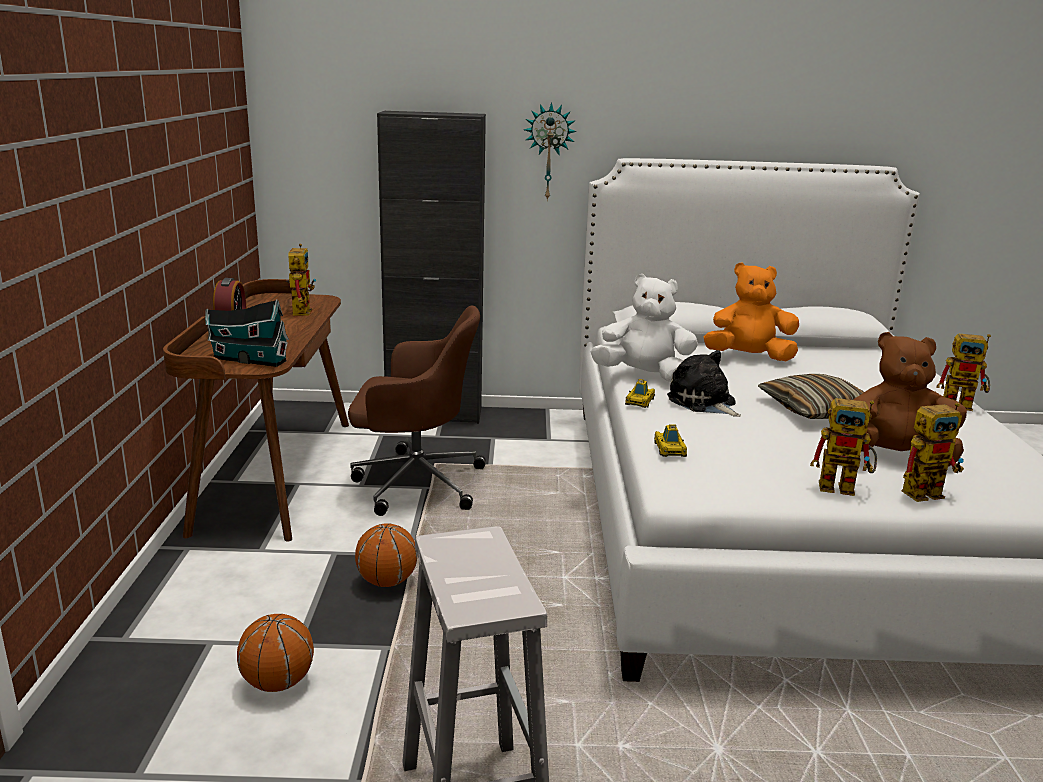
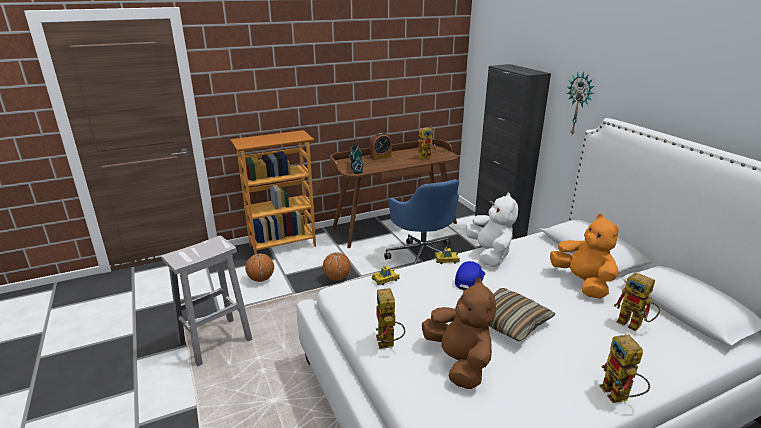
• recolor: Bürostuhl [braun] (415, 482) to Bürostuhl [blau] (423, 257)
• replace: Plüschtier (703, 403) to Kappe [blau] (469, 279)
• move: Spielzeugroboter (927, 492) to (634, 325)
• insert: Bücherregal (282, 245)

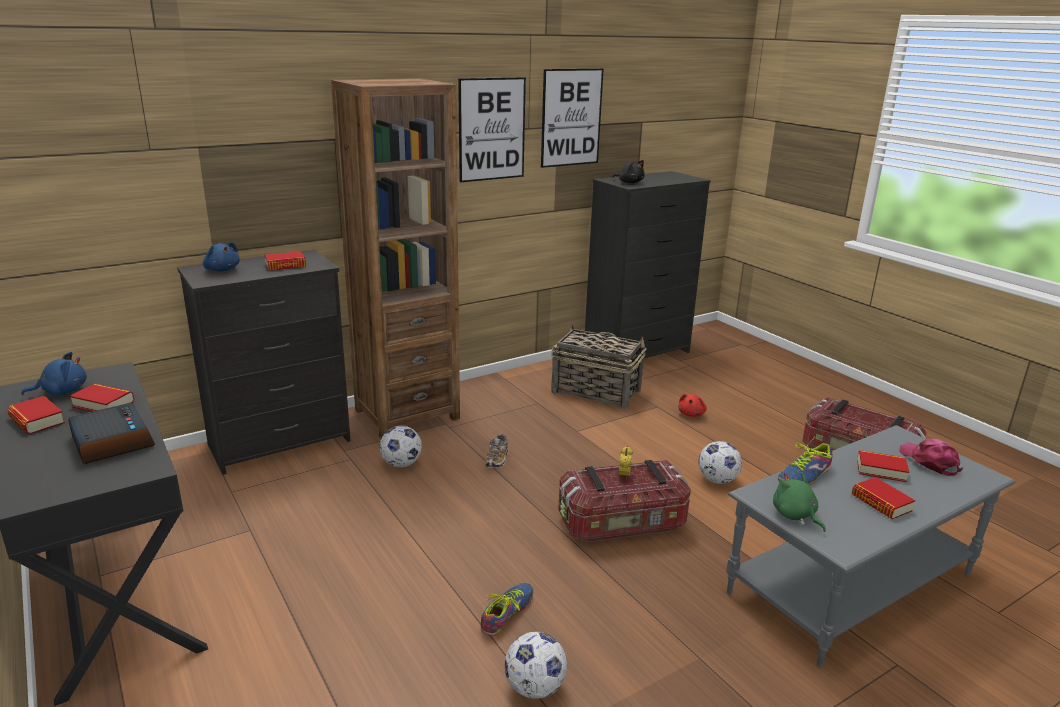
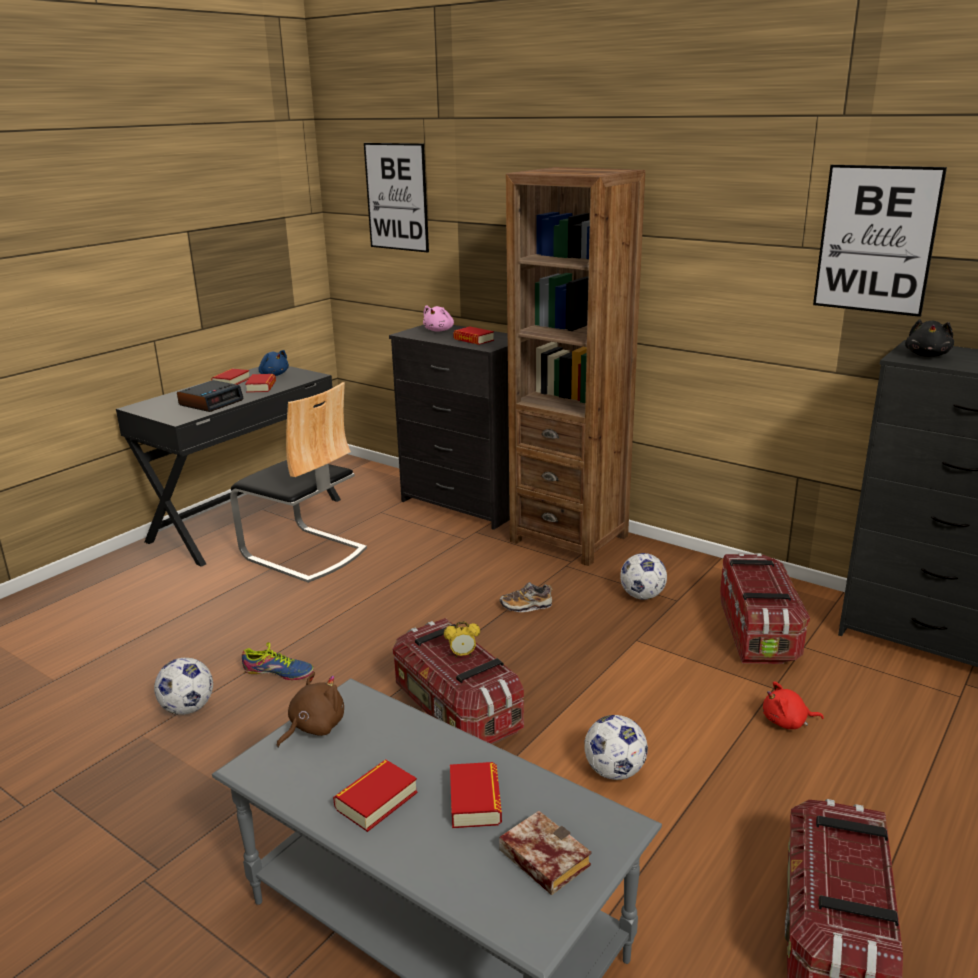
• recolor: Plüschtier [blau] (222, 270) to Plüschtier [rosa] (439, 330)
• move: Fußball (401, 464) to (642, 596)
• move: Bild (492, 129) to (397, 197)
• replace: Korb (595, 391) to Aufbewahrungsbox (757, 631)
• recolor: Plüschtier [grün] (795, 515) to Plüschtier [braun] (314, 727)
• delete: Schuh (805, 475)
• replace: Kappe [rosa] (929, 461) to Buch (540, 858)
• insert: Stuhl (304, 553)

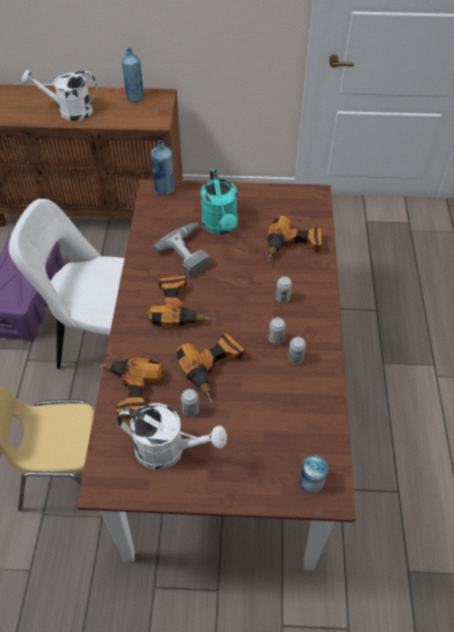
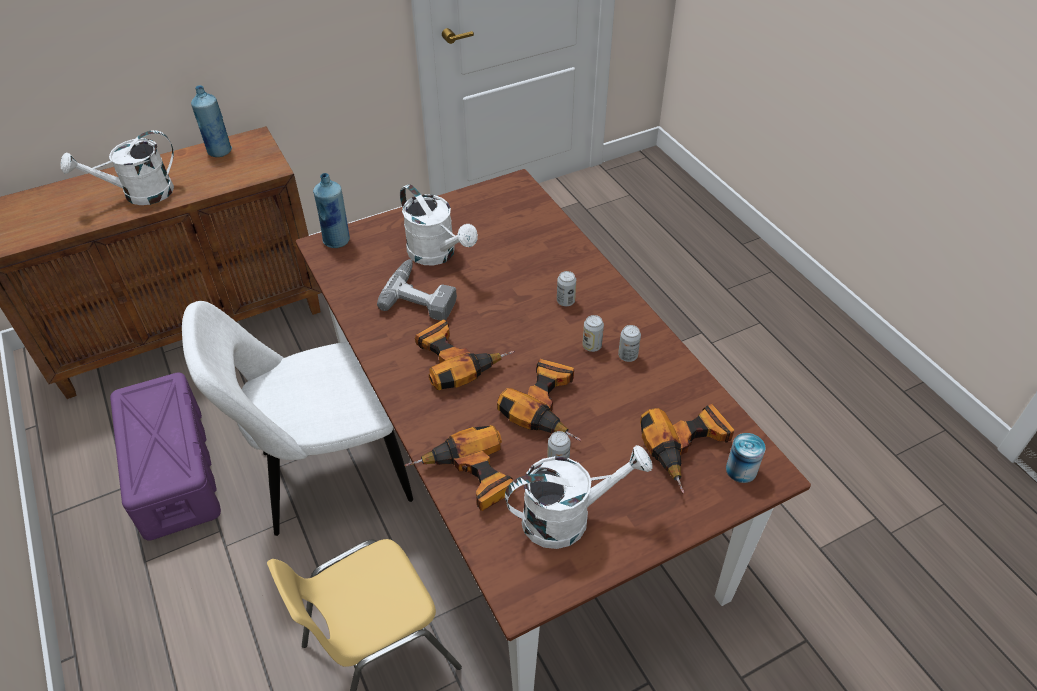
• recolor: Gießkanne [türkis] (221, 226) to Gießkanne [weiß] (437, 254)
• move: Bohrmaschine (293, 247) to (688, 449)

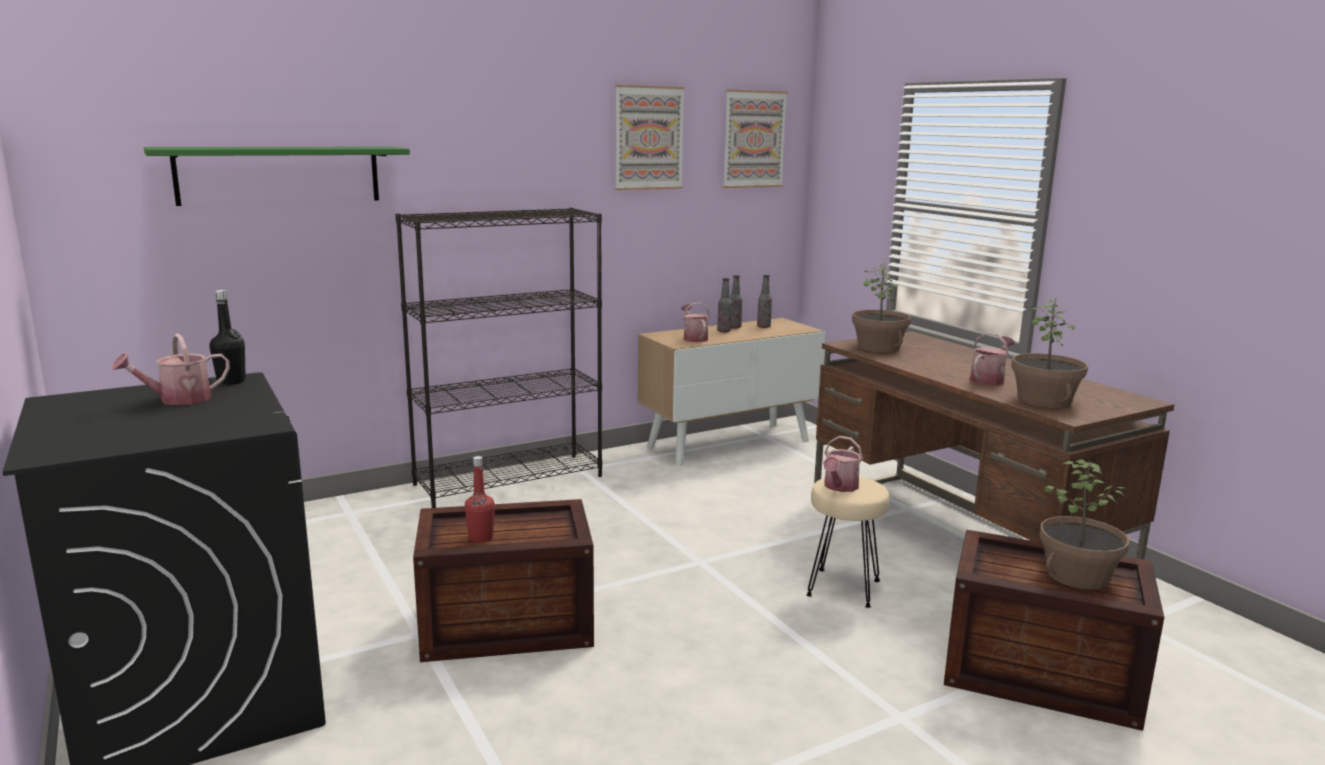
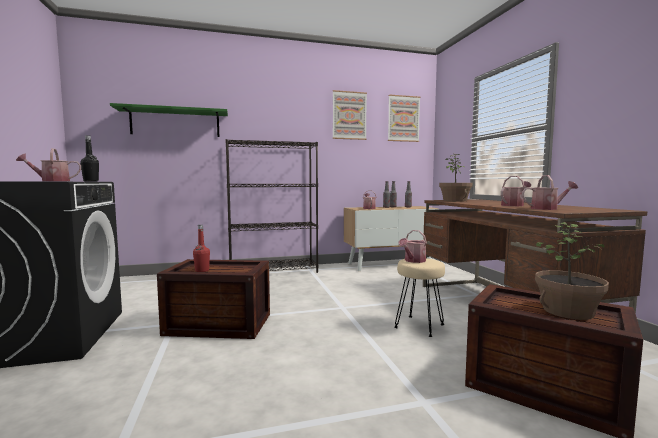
• replace: Topfpflanze (1045, 400) to Gießkanne (547, 209)

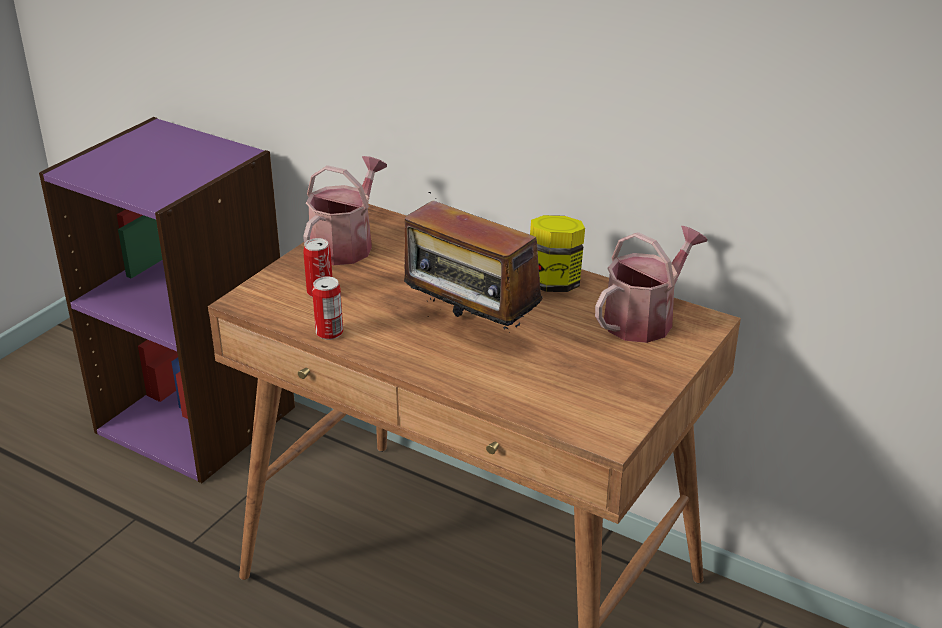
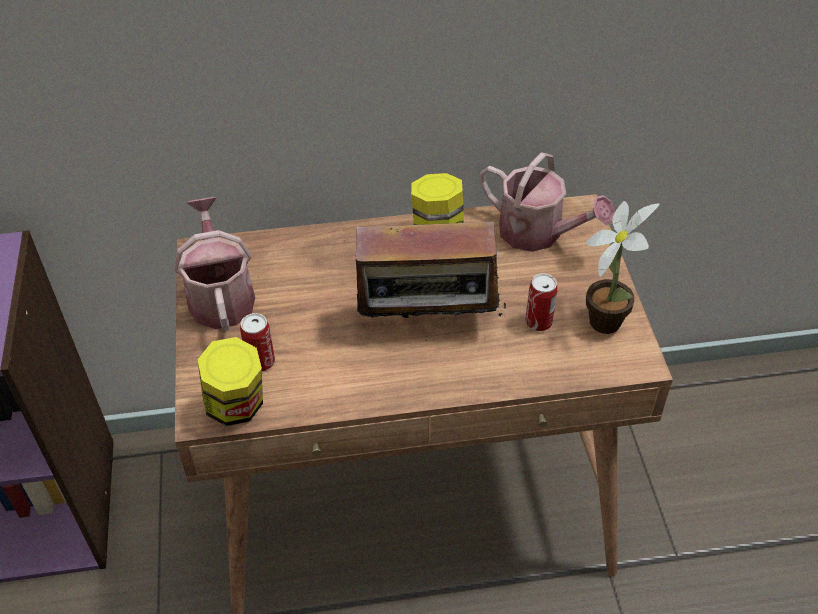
• move: Dose (329, 333) to (538, 322)
• rotate: Gießkanne (645, 319) = (538, 234) 120 degrees clockwise
• insert: Vorratsglas (236, 406)
• insert: Topfpflanze (606, 318)

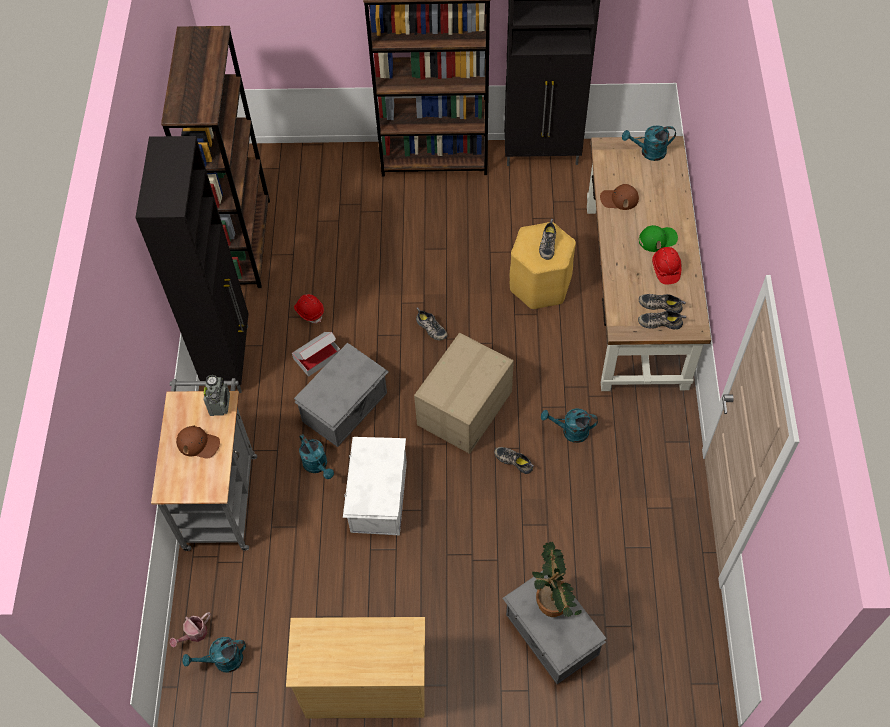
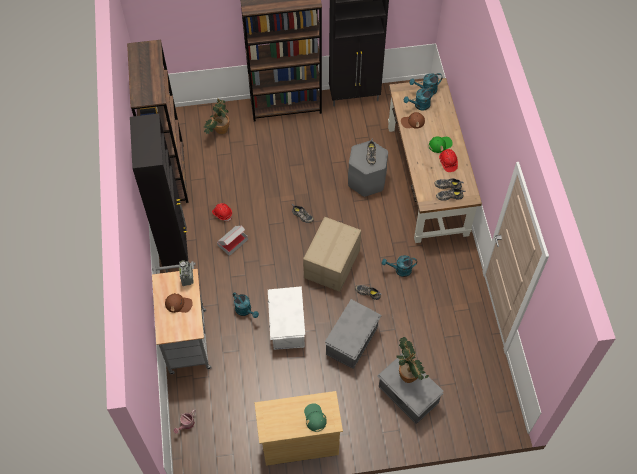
• move: Gießkanne [türkis] (222, 661) to (419, 105)
• move: Aufbewahrungsbox [grau] (346, 407) to (352, 341)
• recolor: Hocker [gelb] (540, 284) to Hocker [grau] (366, 180)
• insert: Topfpflanze (219, 131)
• insert: Kappe [grün] (314, 417)

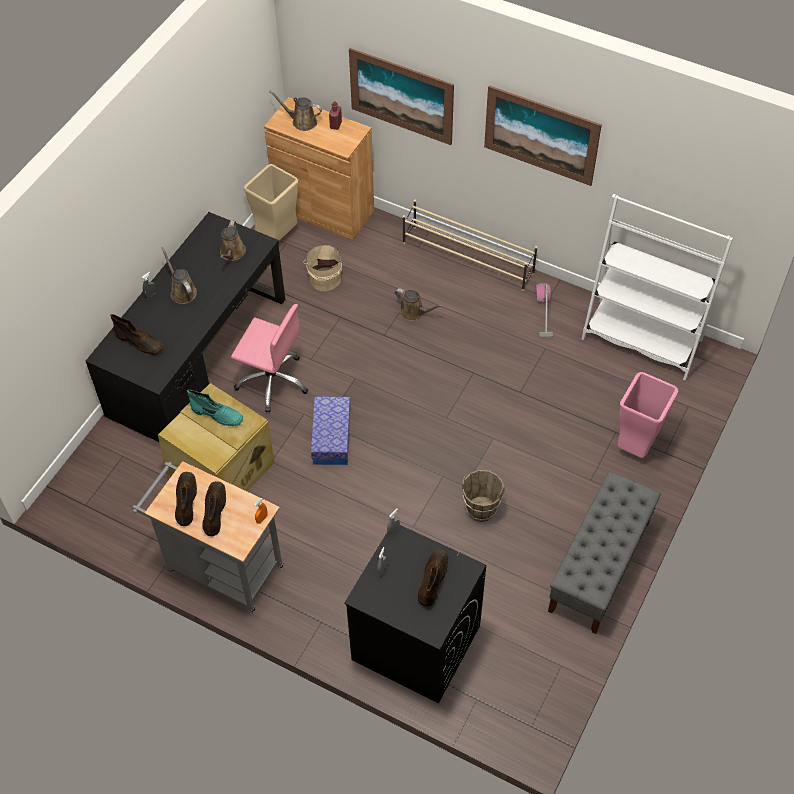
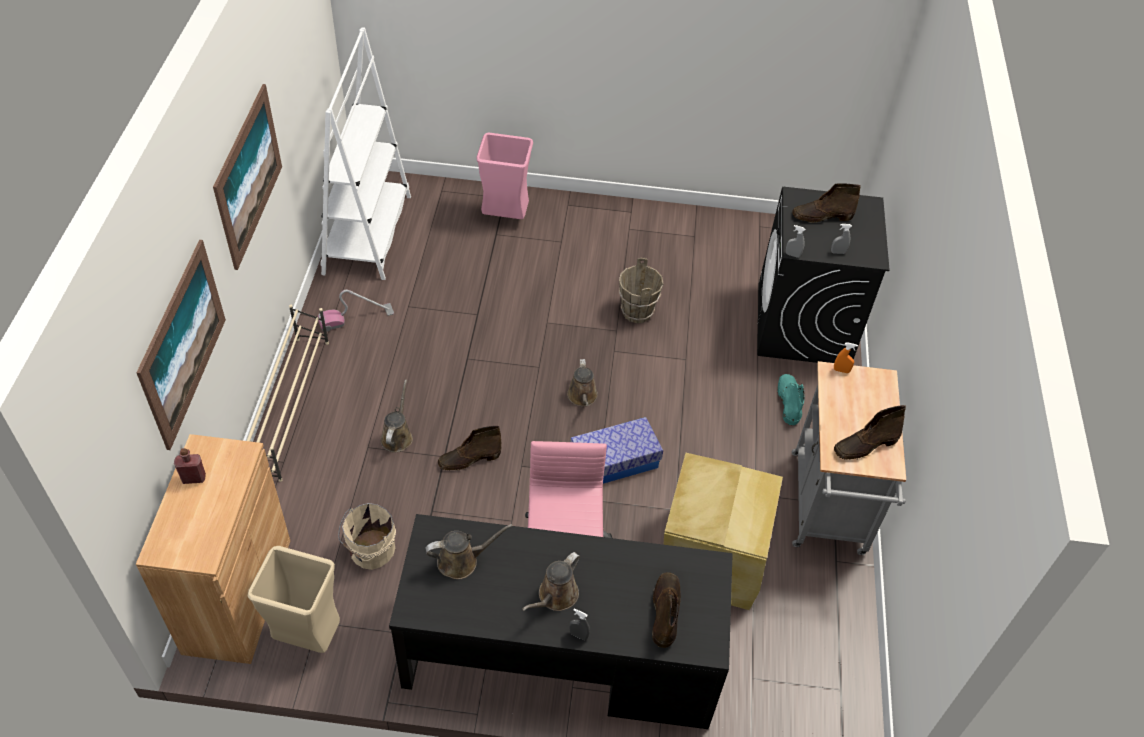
• move: Stiefel [türkis] (218, 415) to (788, 401)
• move: Stiefel [braun] (214, 510) to (469, 459)
• move: Gießkanne [braun] (302, 121) to (582, 397)
• delete: Bank [grau] (599, 567)

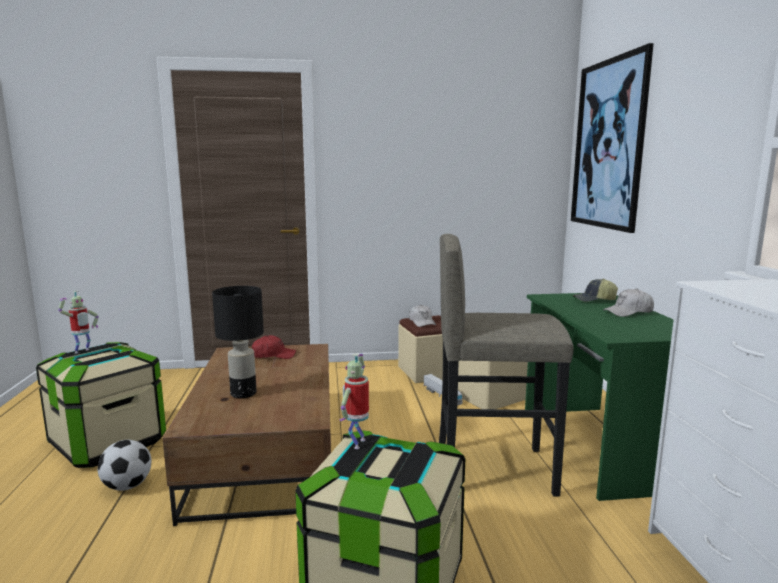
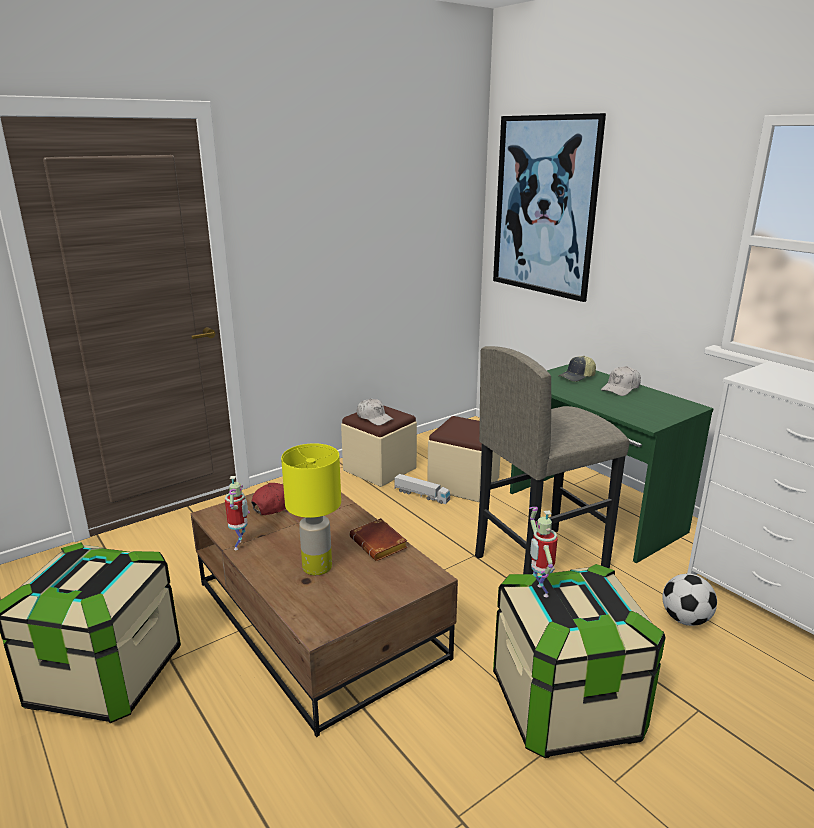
• move: Spielzeugroboter (83, 351) to (240, 545)
• move: Fußball (127, 486) to (685, 619)
• recolor: Tischlampe [schwarz] (243, 393) to Tischlampe [gelb] (316, 567)
• insert: Buch [braun] (380, 544)

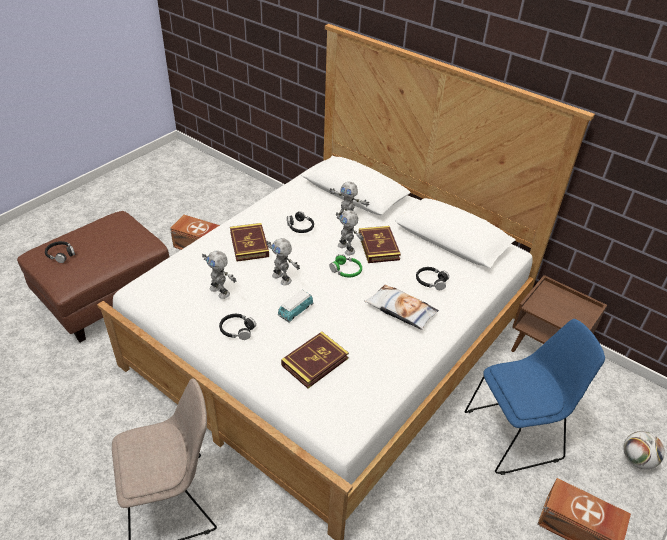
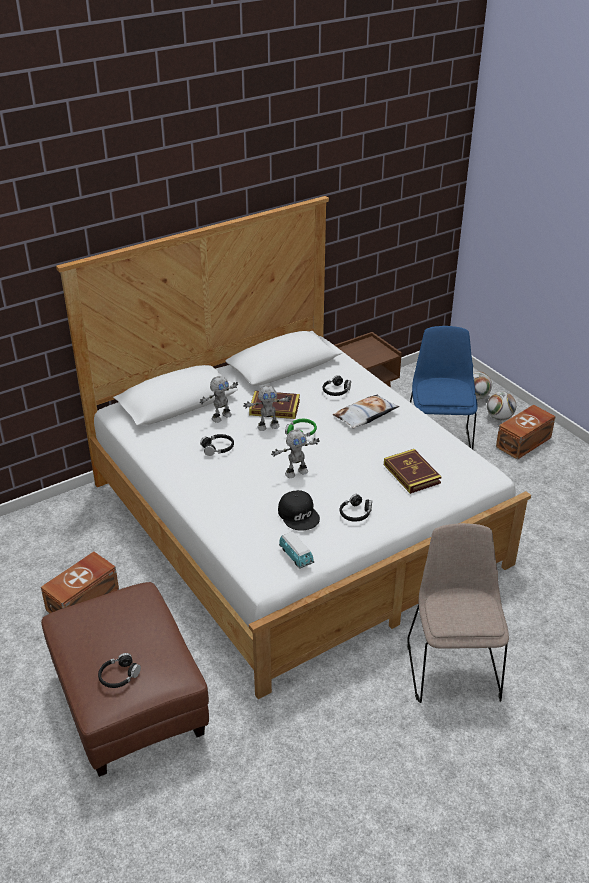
• replace: Spielzeugroboter (220, 291) to Kappe [schwarz] (299, 514)
• delete: Buch (249, 244)
• move: Spielzeugauto (295, 311) to (296, 556)
• insert: Fußball (499, 417)

